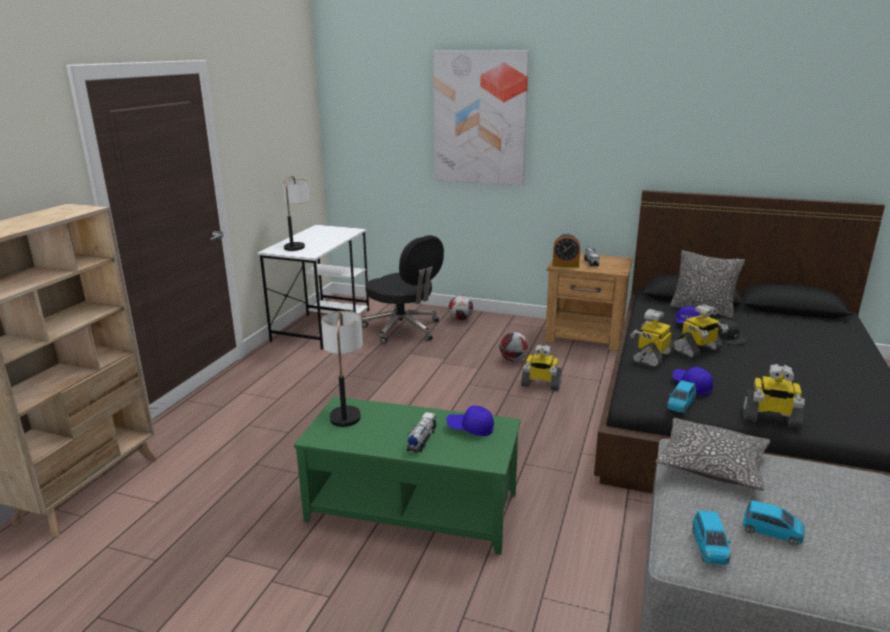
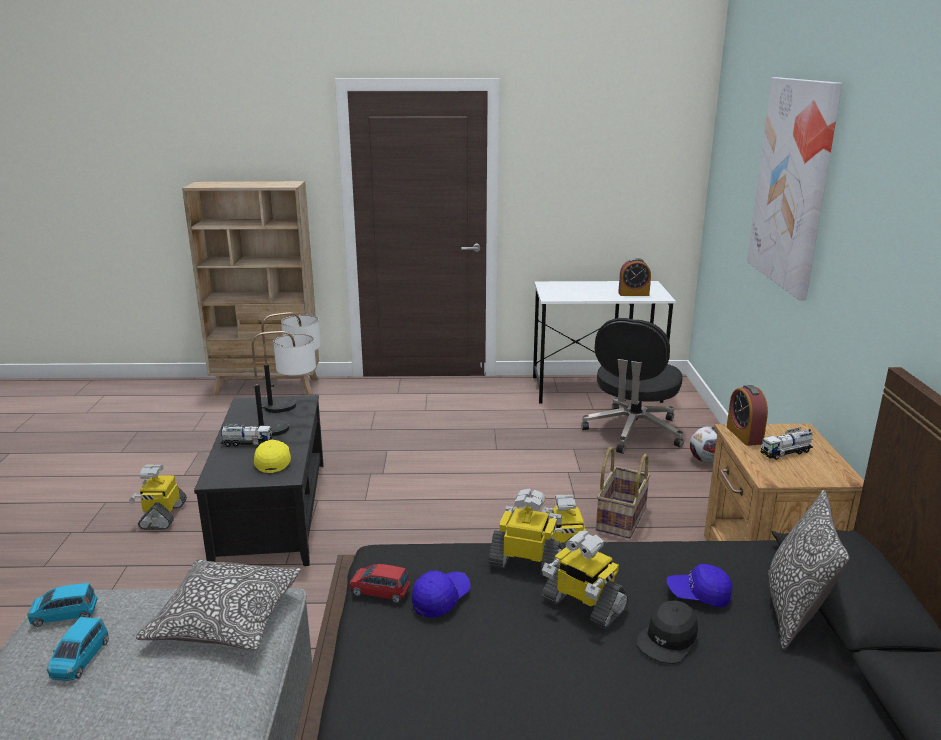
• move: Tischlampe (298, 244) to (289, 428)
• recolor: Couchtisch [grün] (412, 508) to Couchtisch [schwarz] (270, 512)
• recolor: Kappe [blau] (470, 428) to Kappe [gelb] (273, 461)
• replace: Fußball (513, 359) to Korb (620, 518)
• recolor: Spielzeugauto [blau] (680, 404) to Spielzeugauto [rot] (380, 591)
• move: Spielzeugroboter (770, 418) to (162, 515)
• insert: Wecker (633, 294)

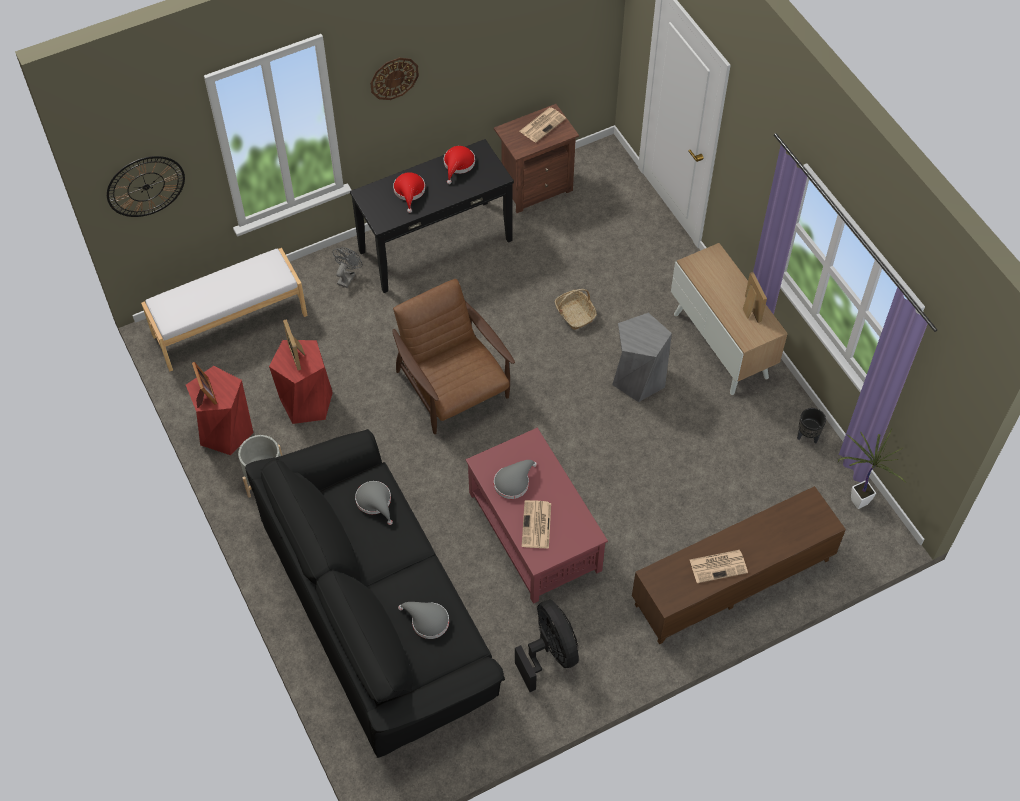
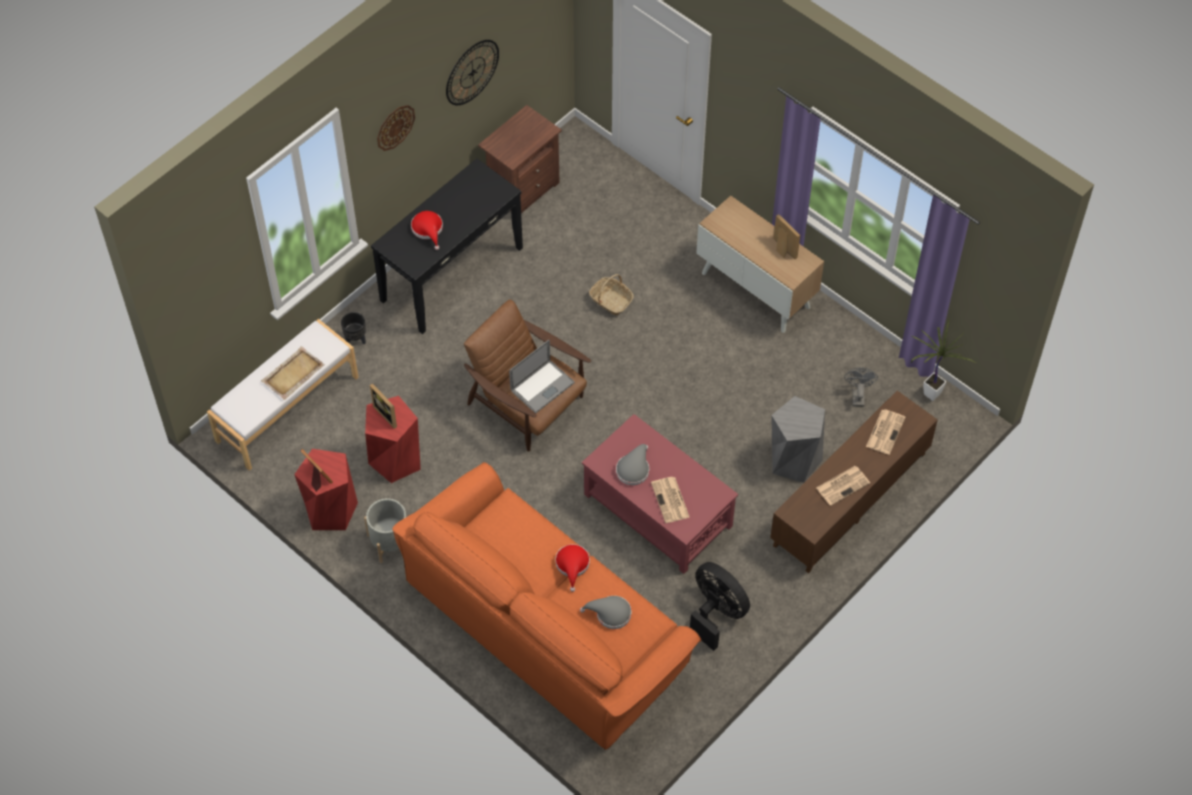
• move: Wanduhr (146, 186) to (472, 72)
• recolor: Sofa [schwarz] (378, 610) to Sofa [orange] (547, 624)
• move: Ventilator [grau] (347, 277) to (857, 395)
• delete: Hut [grau] (375, 502)
• move: Hut [rot] (458, 165) to (572, 565)
• move: Zeitung (542, 124) to (885, 431)
• move: Hocker [grau] (638, 379) to (794, 460)
• move: Pflanzkübel [schwarz] (807, 436) to (356, 340)
• insert: Tablett [beige] (292, 374)
• insert: Laptop (542, 386)

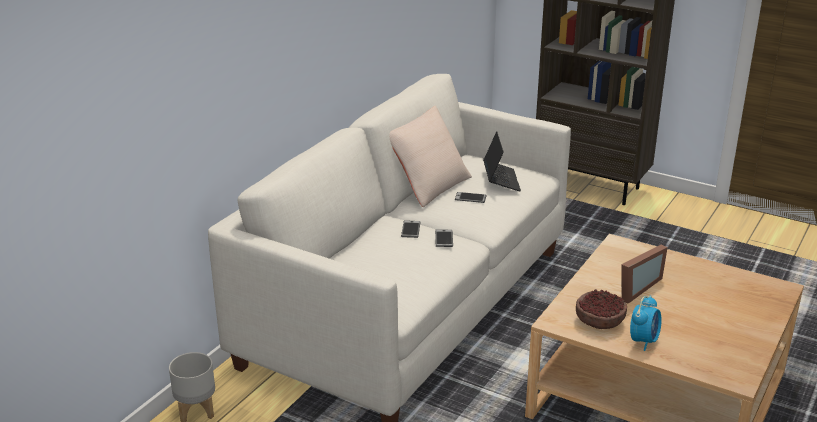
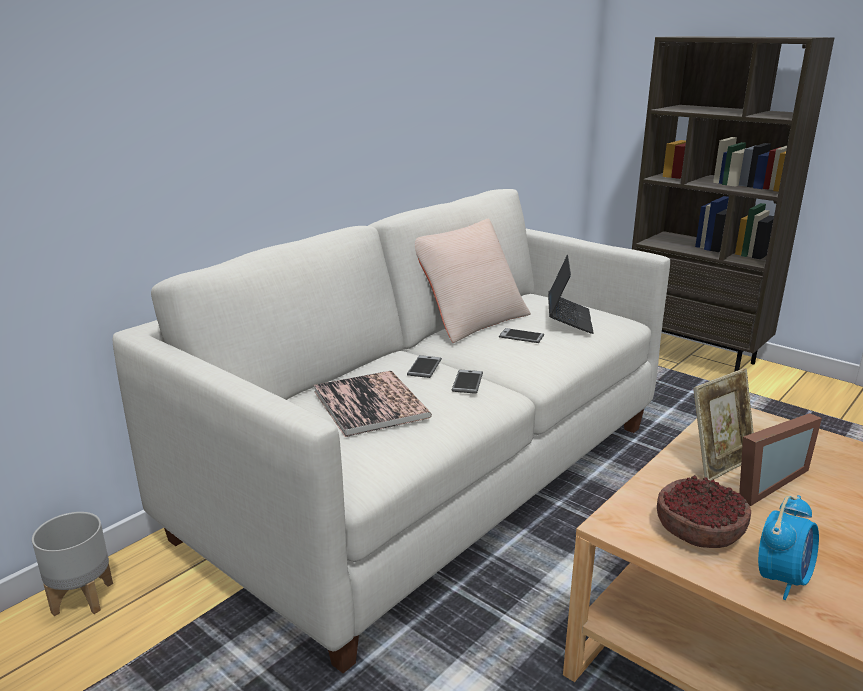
• insert: Buch (370, 404)
• insert: Bilderrahmen (719, 463)

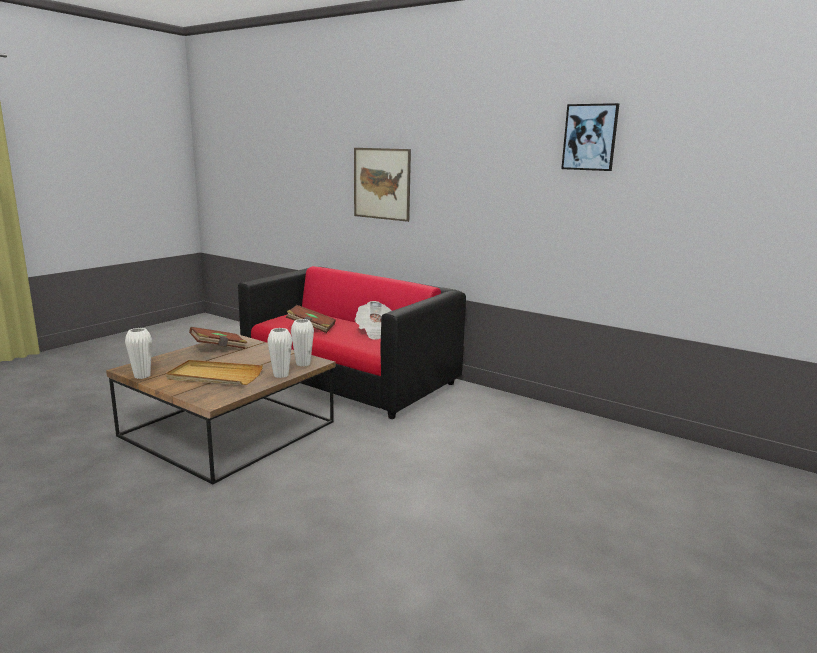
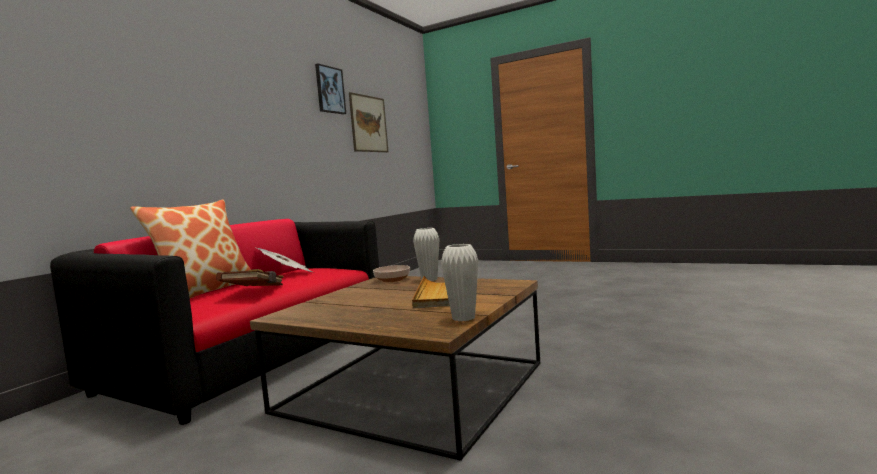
• delete: Buch [braun] (219, 348)
• replace: Vase [weiß] (303, 364) to Schüssel (392, 279)
• move: Bild (381, 184) to (368, 124)
• insert: Kissen (206, 292)

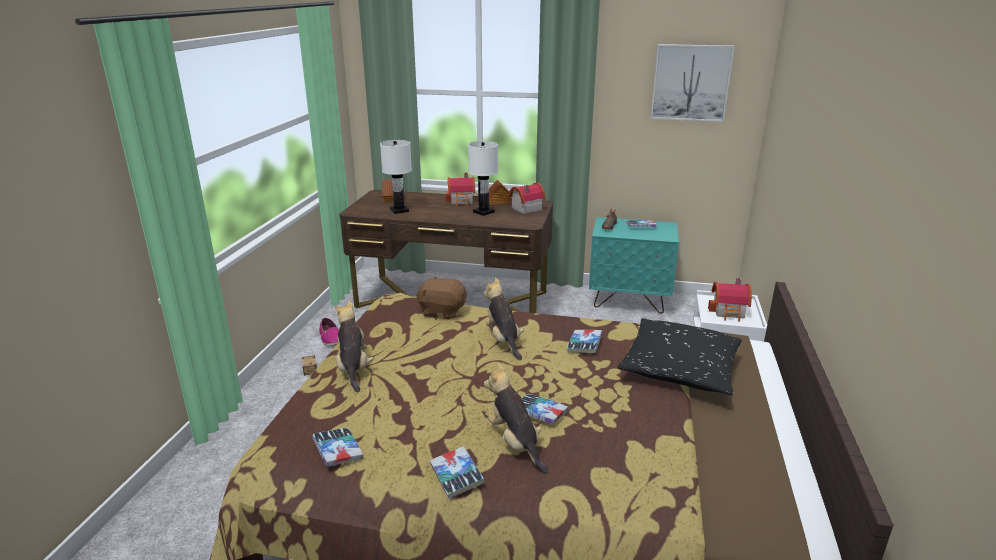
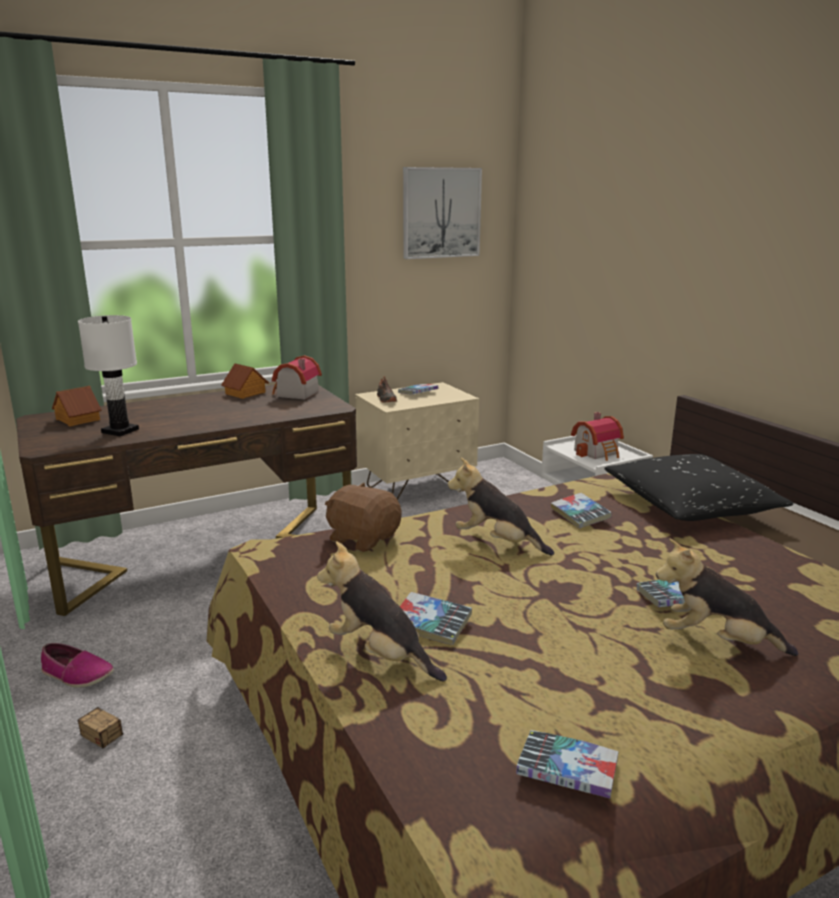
• rotate: Plüschtier [braun] (442, 311) = (363, 538) 60 degrees clockwise
• move: Buch (456, 476) to (430, 624)
• delete: Spielzeughaus (462, 201)
• delete: Tischlampe [weiß] (483, 212)
• recolor: Nachttisch [türkis] (629, 301) to Nachttisch [beige] (416, 489)

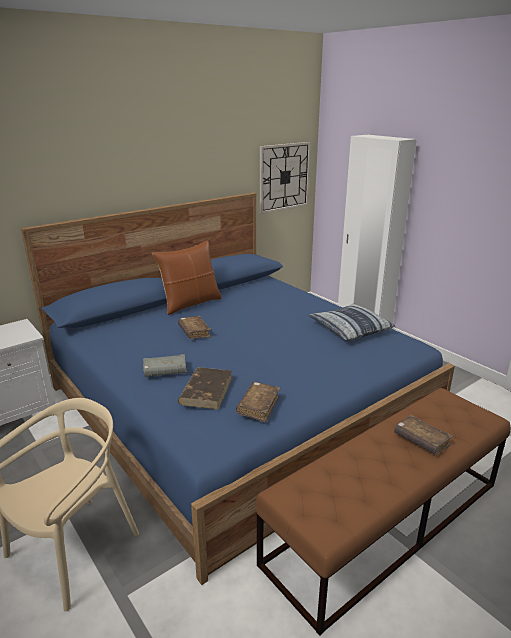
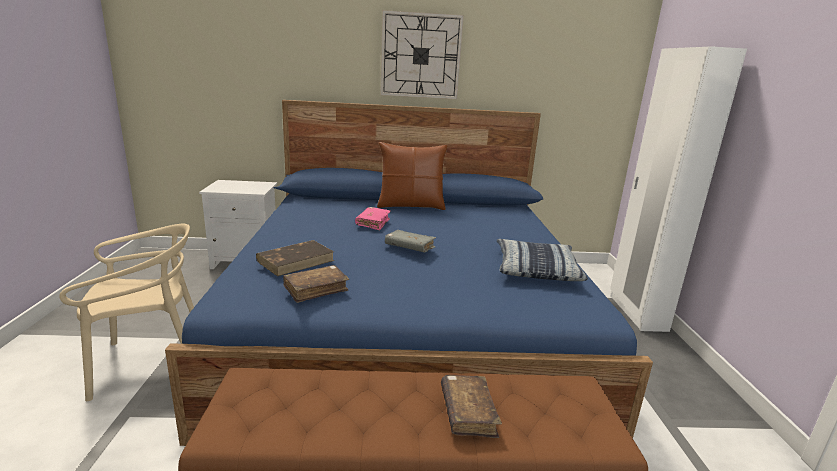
• move: Buch [grau] (165, 371) to (409, 247)
• recolor: Buch [braun] (194, 332) to Buch [rosa] (373, 223)
• move: Wanduhr (284, 177) to (420, 56)

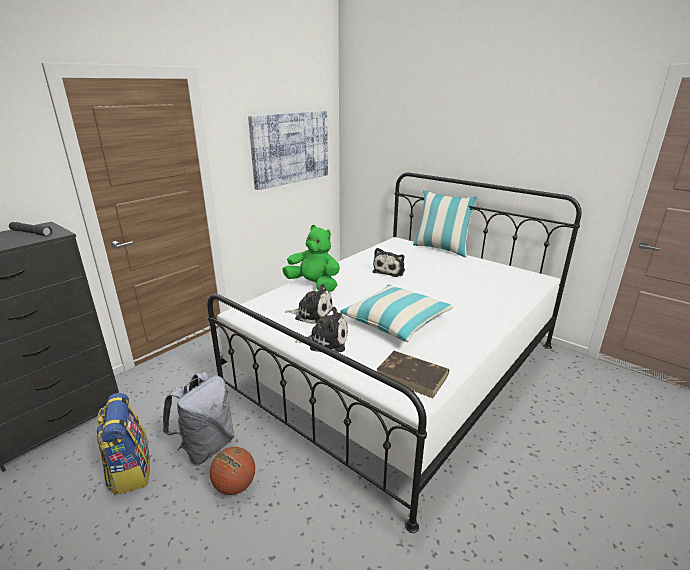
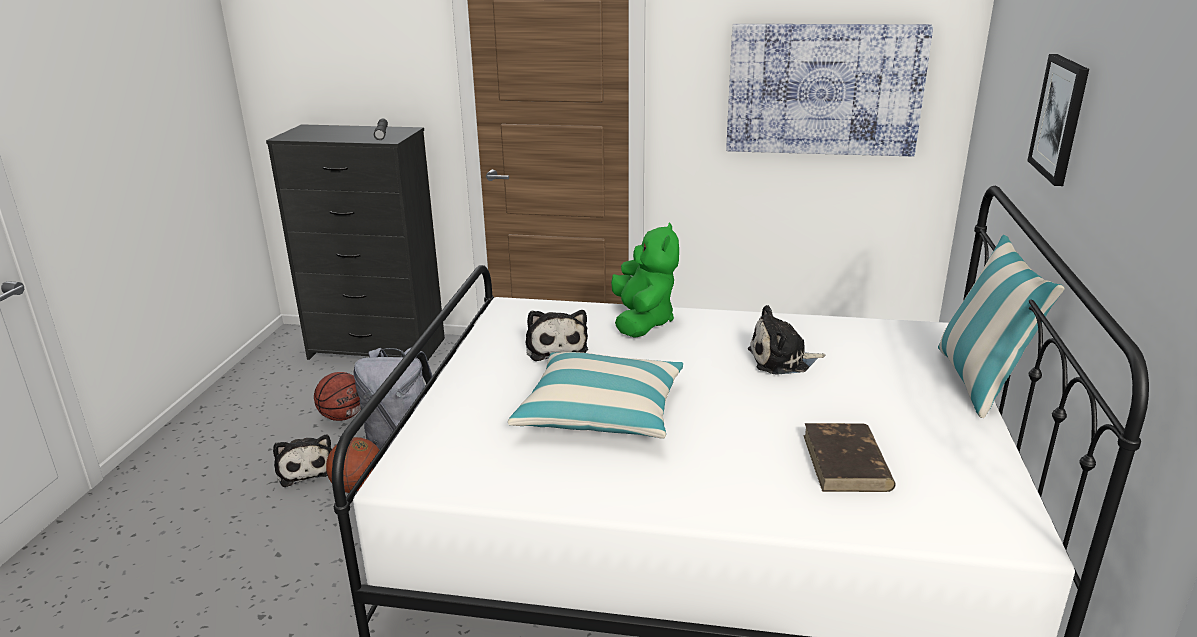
• replace: Rucksack (130, 470) to Basketball (343, 416)
• move: Plüschtier (326, 341) to (305, 469)
• move: Buch [braun] (413, 376) to (846, 463)
• insert: Bild (1060, 118)

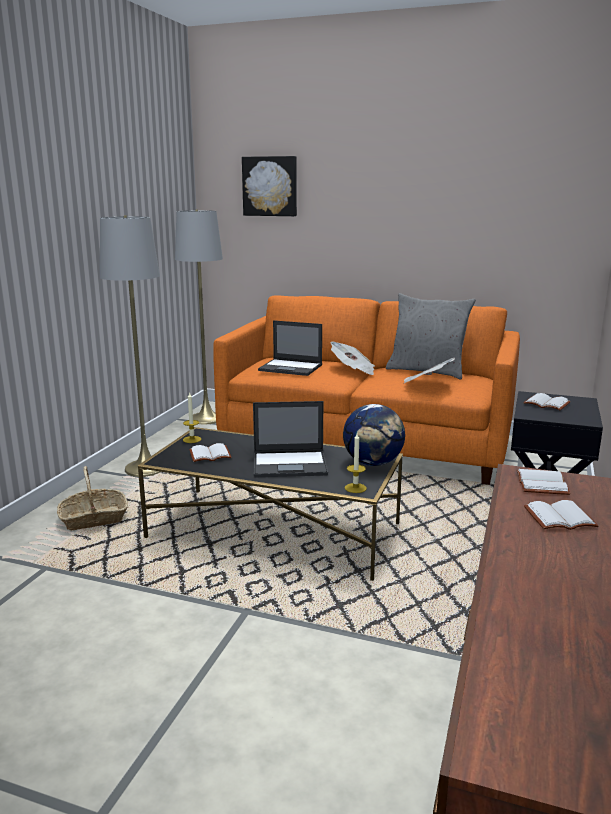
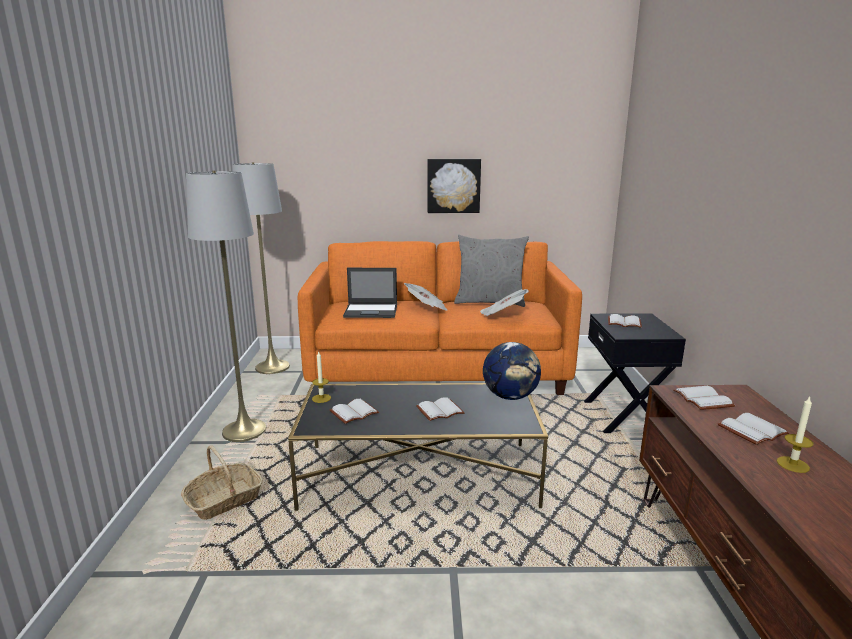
• move: Bild (270, 186) to (453, 186)
• replace: Laptop (290, 464) to Buch [weiß] (440, 410)
• move: Kerze (355, 488) to (793, 464)

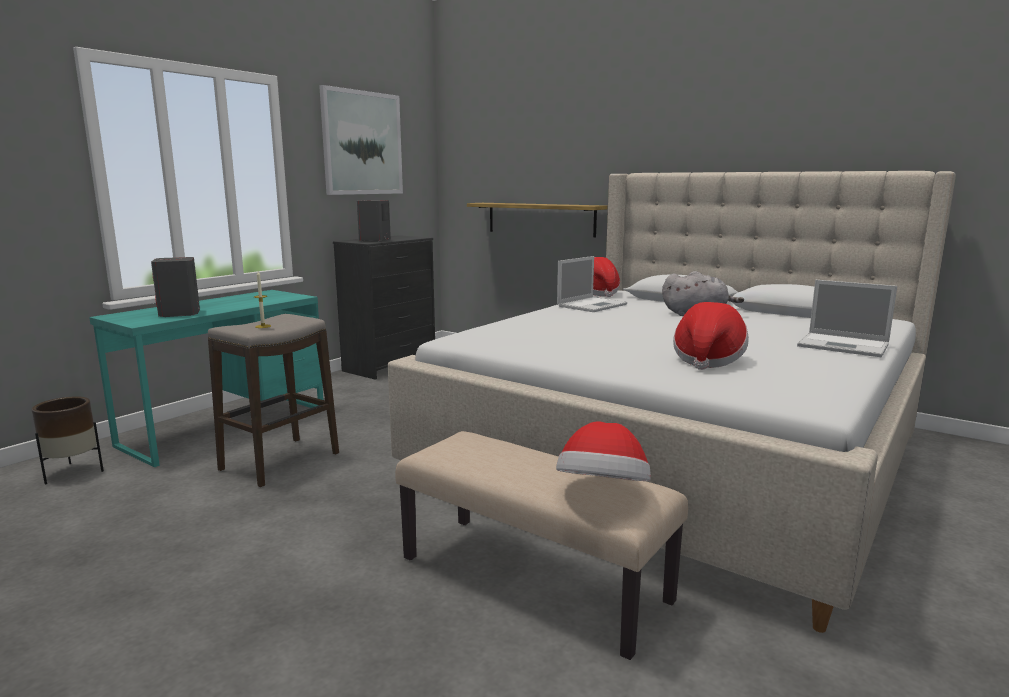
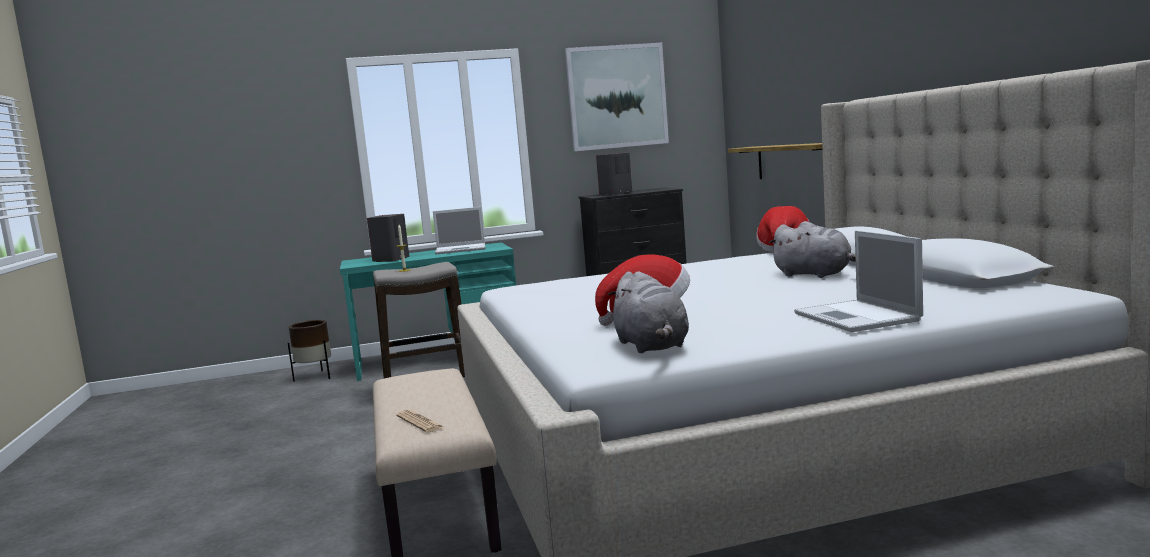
• replace: Hut (603, 493) to Zeitung (420, 422)
• move: Laptop (592, 305) to (462, 249)
• insert: Plüschtier [grau] (652, 346)

